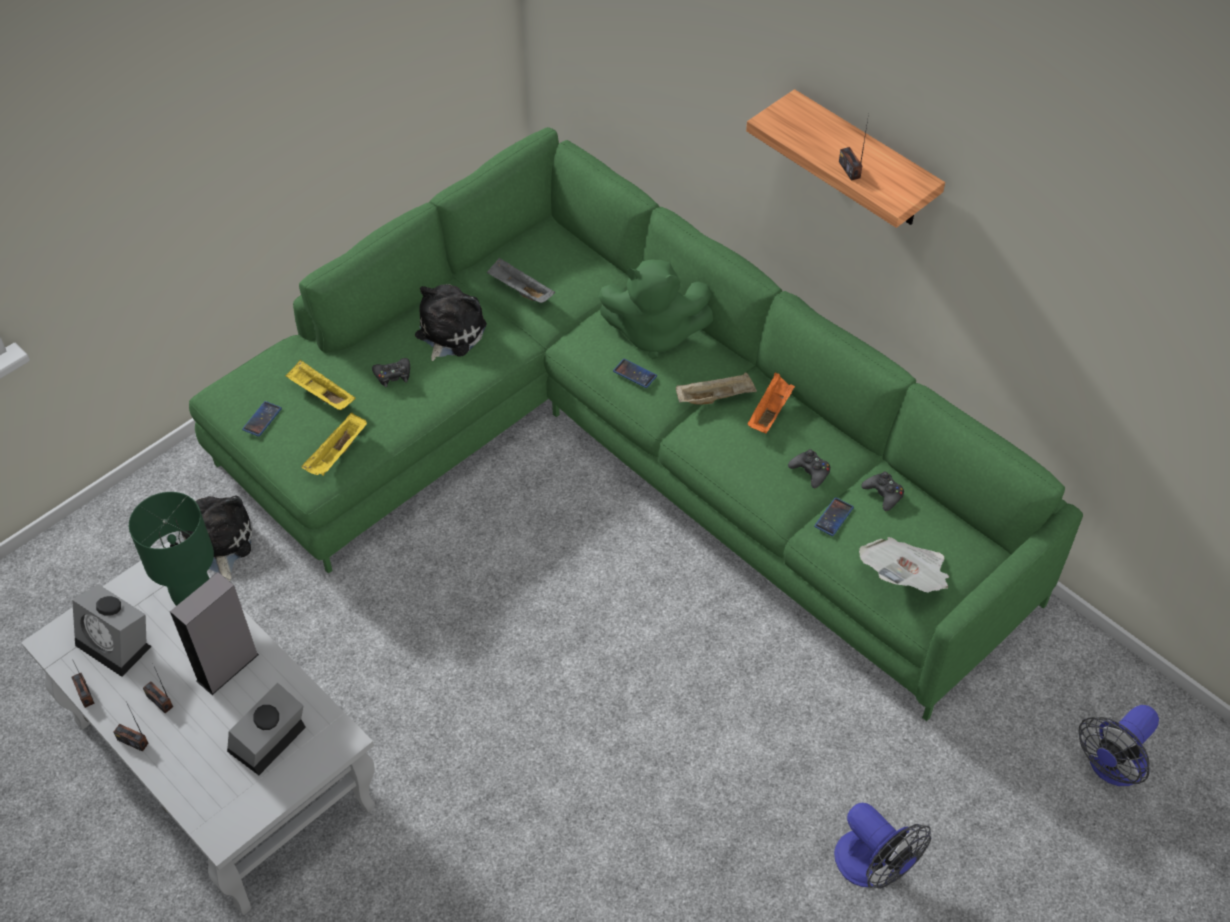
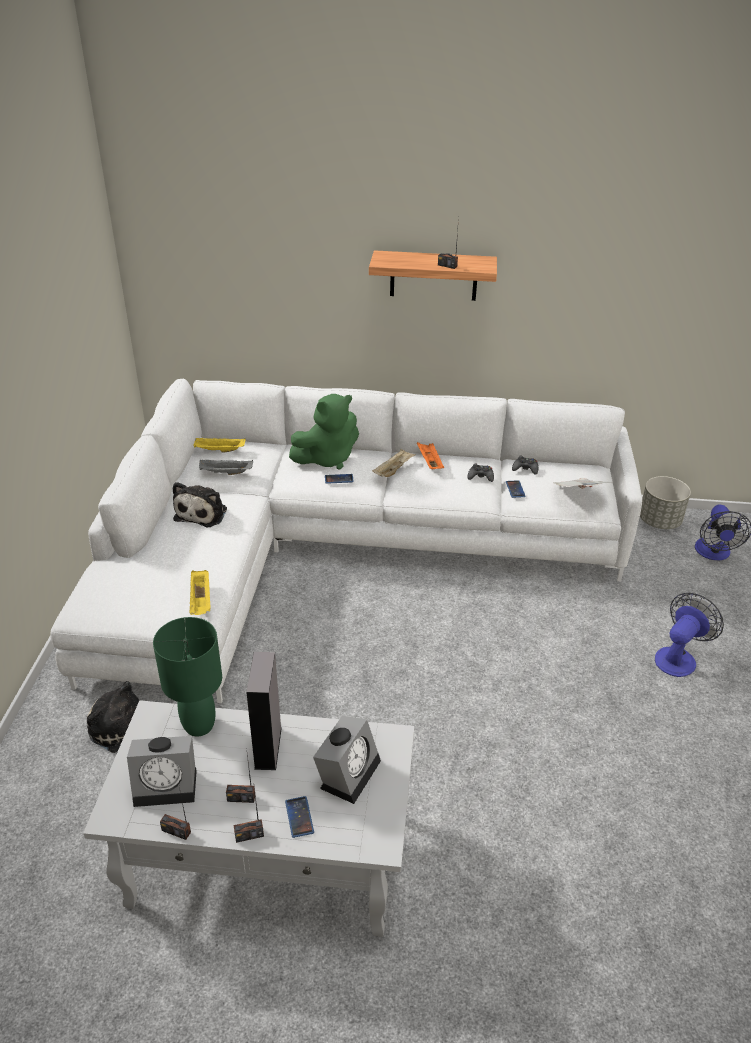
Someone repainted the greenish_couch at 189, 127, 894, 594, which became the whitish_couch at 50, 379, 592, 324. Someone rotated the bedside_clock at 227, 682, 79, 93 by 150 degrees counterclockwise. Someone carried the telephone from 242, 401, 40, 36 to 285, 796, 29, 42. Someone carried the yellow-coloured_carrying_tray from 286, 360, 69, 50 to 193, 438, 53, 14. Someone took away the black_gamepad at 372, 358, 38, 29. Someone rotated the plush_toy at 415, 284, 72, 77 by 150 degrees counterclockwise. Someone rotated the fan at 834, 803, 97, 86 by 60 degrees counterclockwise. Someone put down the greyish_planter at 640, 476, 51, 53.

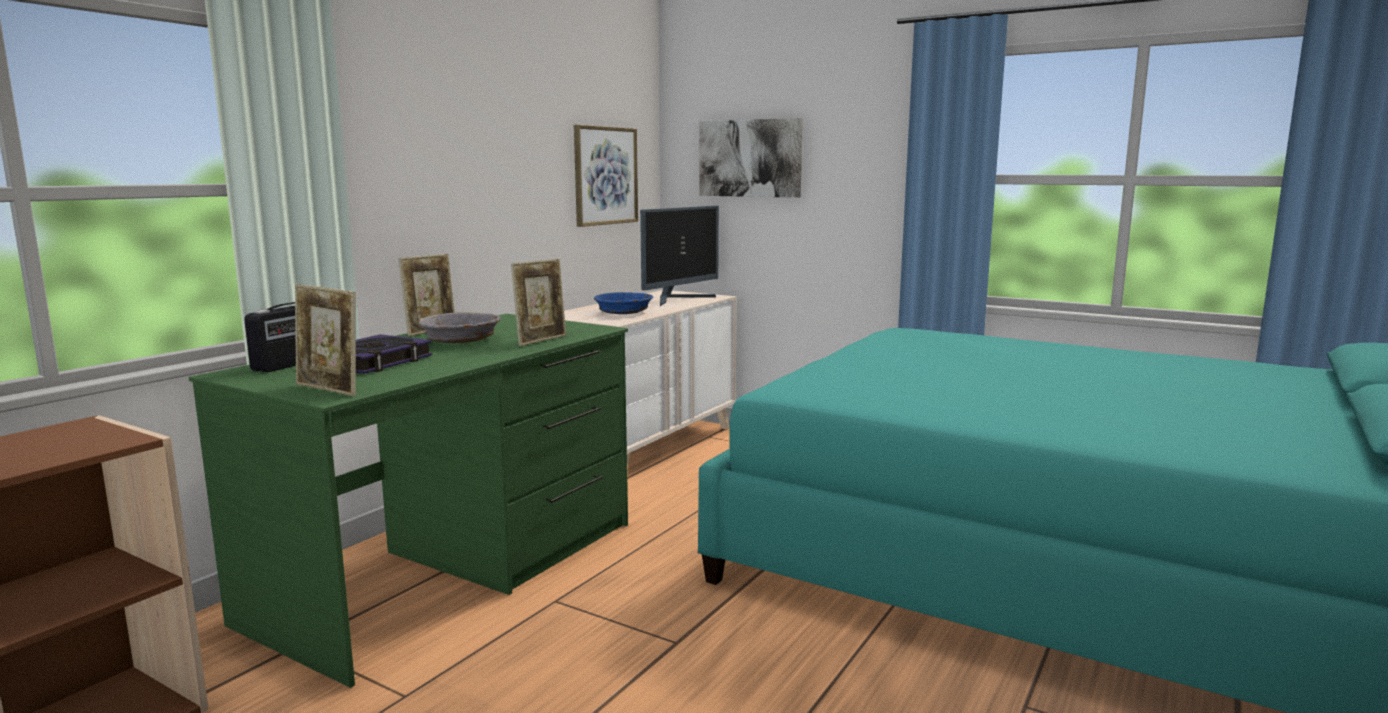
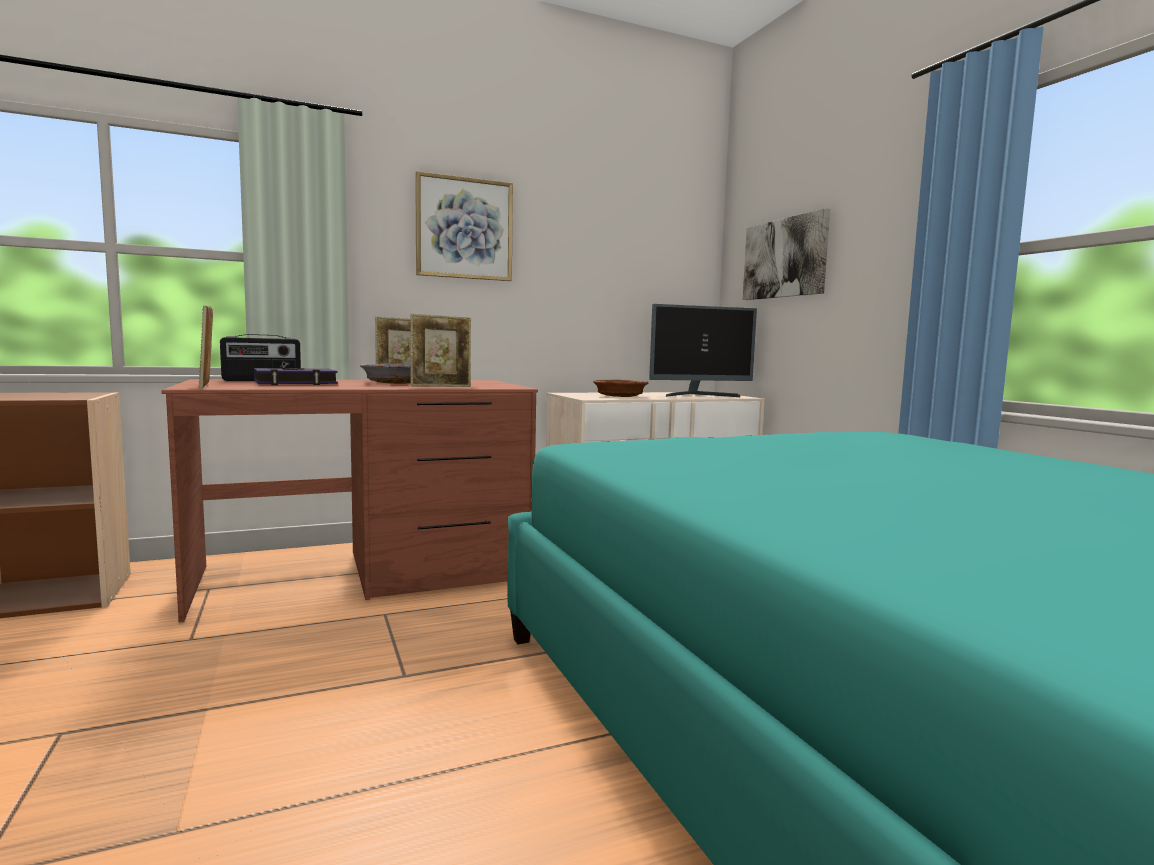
Someone repainted the greenish_desk_table at 189, 314, 439, 374, which became the brown_desk_table at 161, 379, 377, 244. Someone carried the wall_picture from 574, 125, 64, 102 to 415, 171, 98, 110. Someone repainted the blue-coloured_deep_dish at 594, 292, 59, 22, which became the brown_deep_dish at 593, 379, 55, 18.

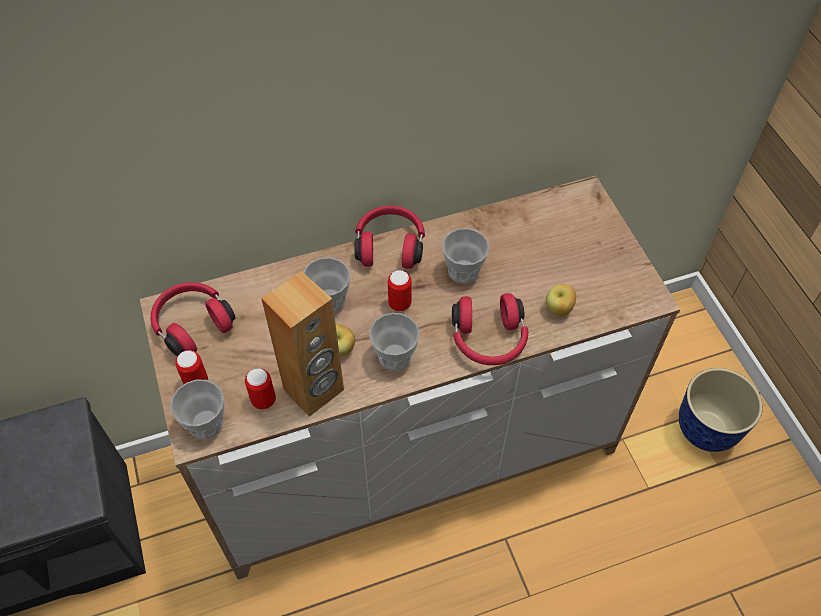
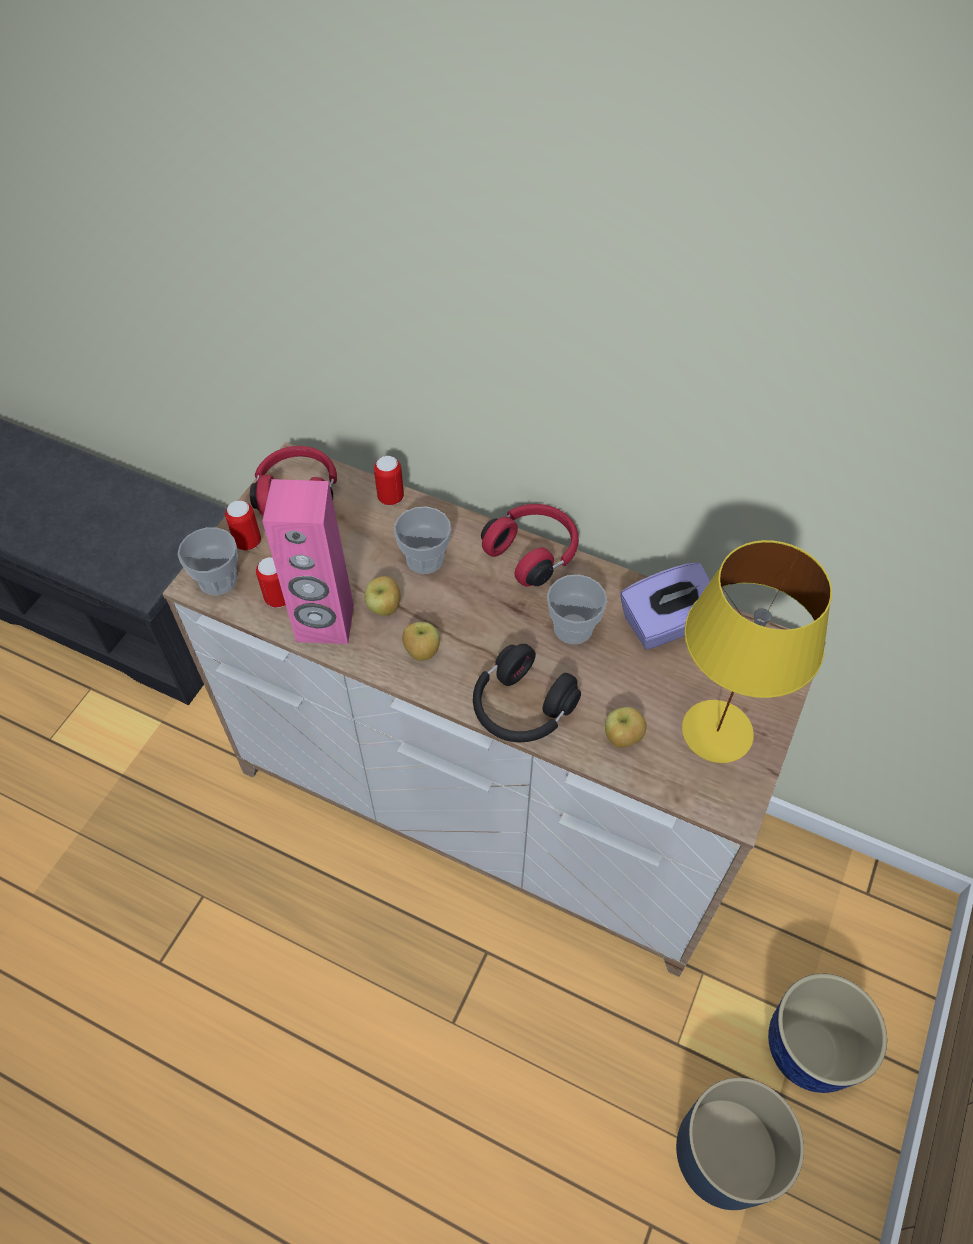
Someone repainted the brown_loudspeaker at 261, 271, 83, 146, which became the pinkish_loudspeaker at 262, 479, 92, 165. Someone swapped the small_cup at 369, 313, 51, 58 for the apple_fruit at 402, 622, 38, 39. Someone carried the sealed_can from 388, 270, 24, 41 to 374, 456, 30, 49. Someone repainted the red-coloured_headset at 452, 293, 76, 72, which became the black_headset at 473, 644, 108, 98. Someone put down the purple_tissue_box at 620, 562, 90, 88. Someone put down the blue-coloured_planter at 676, 1078, 128, 132. Someone put down the yellow-coloured_tabletop_lamp at 682, 540, 150, 223.

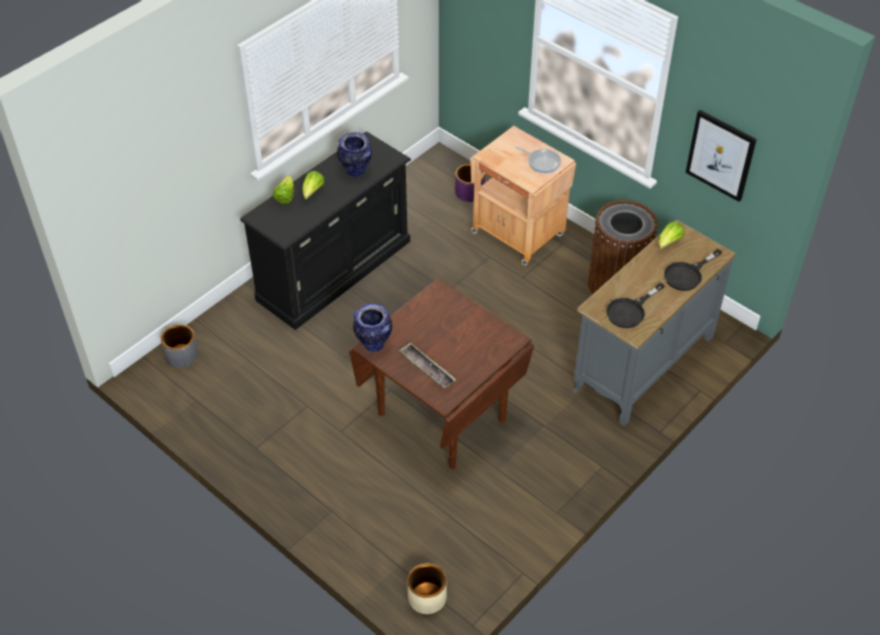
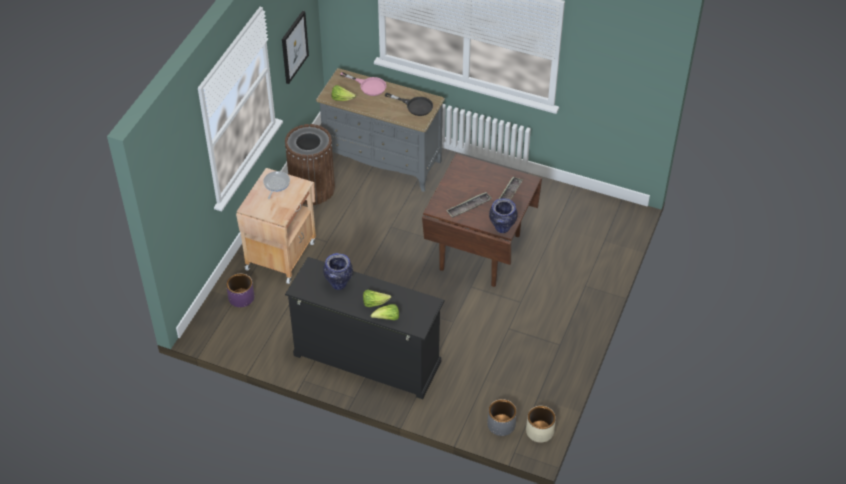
Someone carried the sand-coloured_planter from 407, 563, 40, 51 to 526, 406, 30, 37. Someone repainted the black_pan at 664, 249, 58, 42, which became the pinkish_pan at 340, 72, 46, 24. Someone put down the carrying_tray at 446, 192, 46, 26.

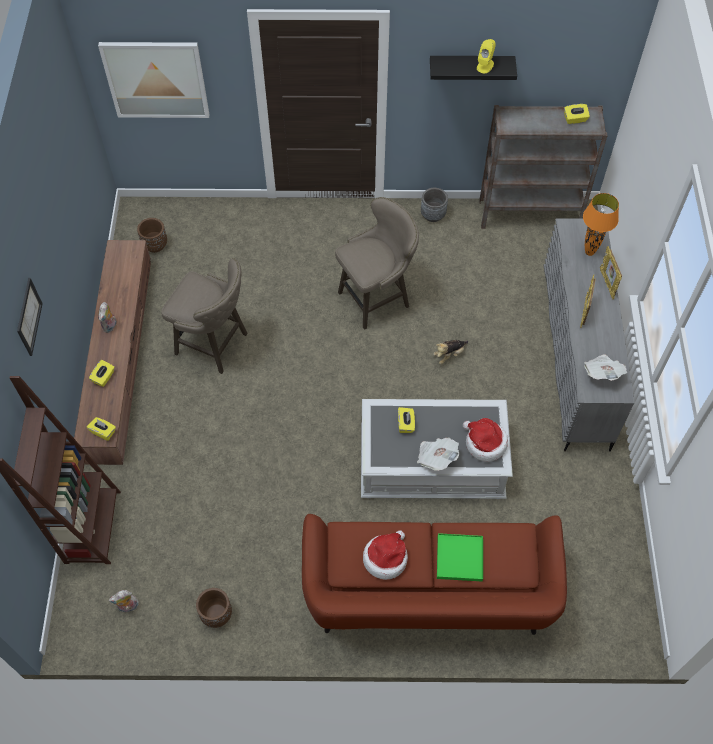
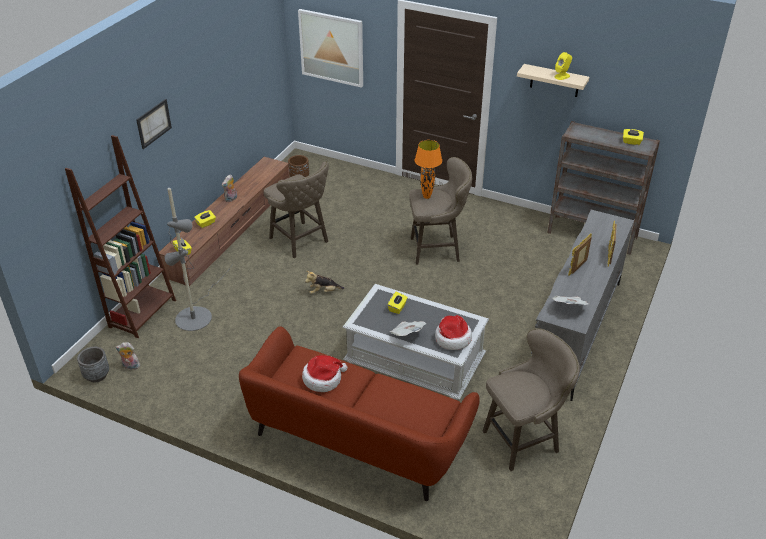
Someone took away the brown_planter at 196, 588, 36, 40. Someone carried the greyish_planter from 421, 188, 27, 34 to 77, 347, 32, 36. Someone repainted the black_wall_shelf at 430, 56, 87, 24, which became the sand-coloured_wall_shelf at 517, 64, 72, 33. Someone carried the plush_toy from 433, 340, 35, 25 to 305, 271, 39, 23. Someone took away the greenish_carrying_tray at 437, 533, 46, 48. Someone carried the orange_tabletop_lamp from 583, 193, 36, 63 to 415, 140, 27, 59. Someone put down the greyish_standing_lamp at 165, 188, 68, 143. Someone put down the sand-coloured_stool_seat at 483, 328, 97, 143.

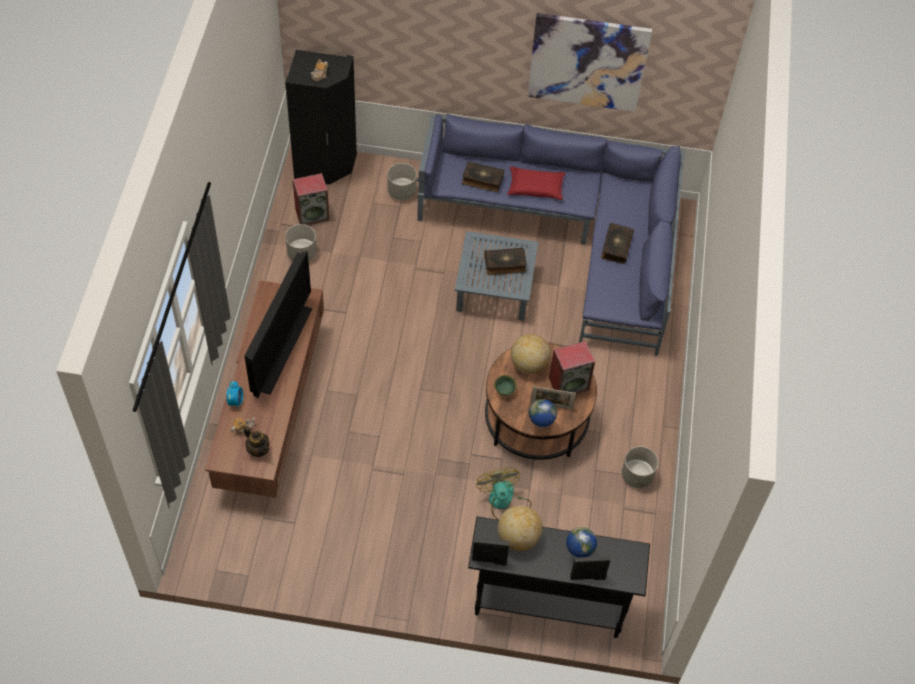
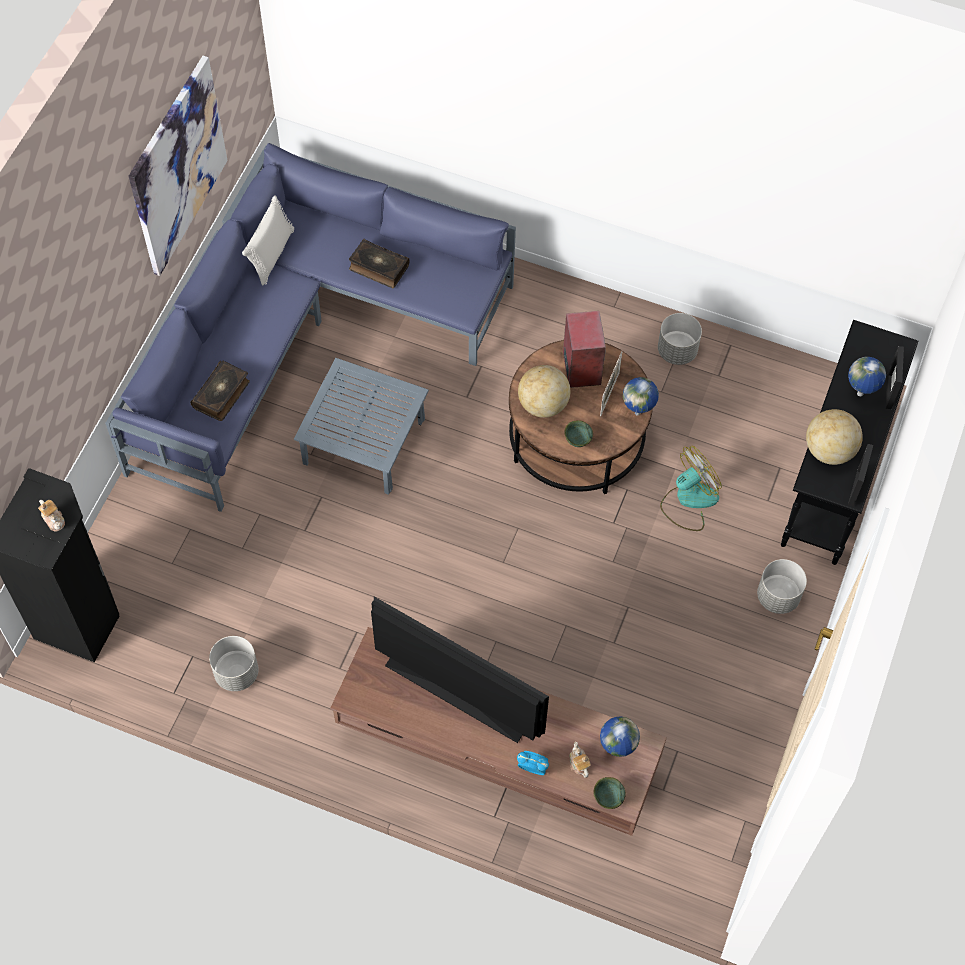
Someone swapped the pot_for_tea at 244, 426, 25, 31 for the globe at 600, 716, 40, 41. Someone took away the loudspeaker at 293, 173, 36, 52. Someone carried the greyish_planter from 387, 163, 30, 37 to 757, 559, 50, 55. Someone rotated the fan at 476, 467, 55, 53 by 150 degrees clockwise. Someone took away the volume at 484, 248, 43, 27. Someone took away the red-coloured_pillow at 507, 167, 58, 33. Someone put down the whitish_pillow at 242, 195, 52, 90. Someone put down the greenish_deep_dish at 593, 777, 33, 32.

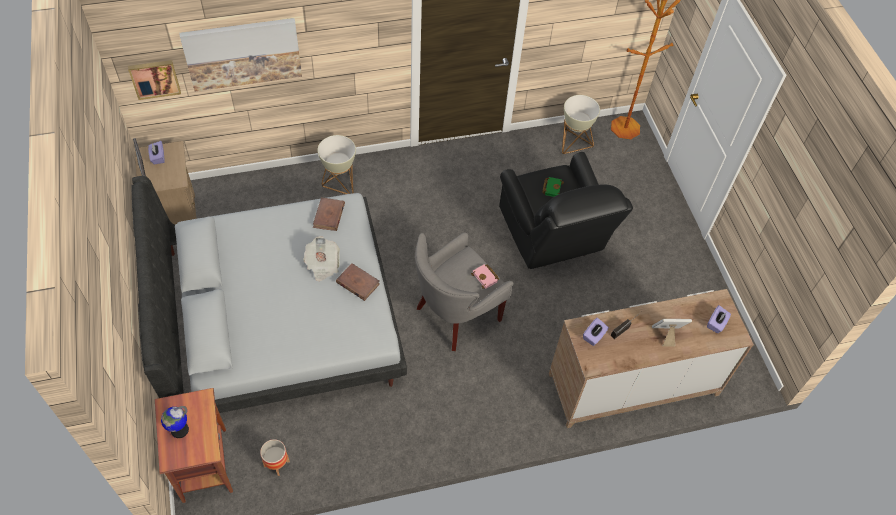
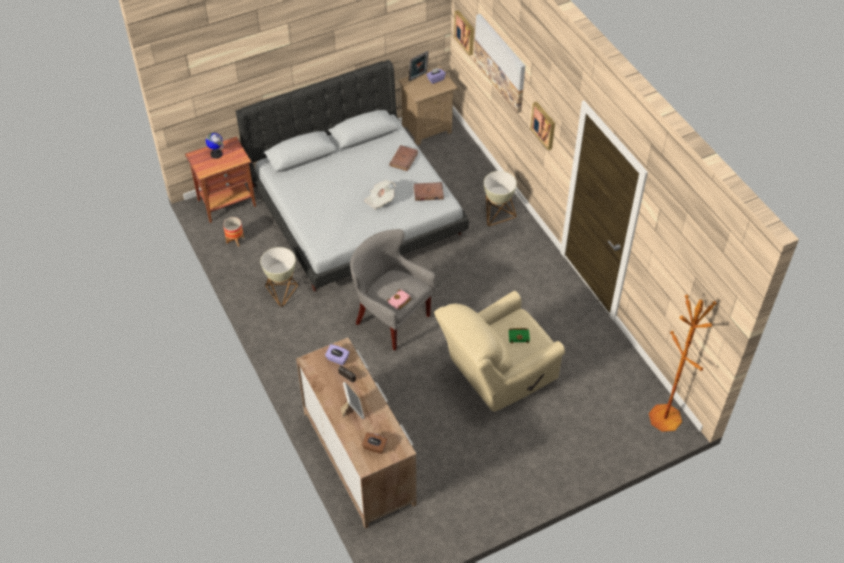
Someone carried the brown_volume from 336, 263, 44, 38 to 389, 145, 29, 26. Someone repainted the black_easy_chair at 499, 152, 134, 117, which became the sand-coloured_easy_chair at 434, 291, 131, 121. Someone carried the planter from 562, 95, 38, 59 to 260, 247, 38, 60. Someone repainted the purple_tissue_box at 707, 305, 24, 28, which became the brown_tissue_box at 362, 432, 26, 22. Someone put up the wall_picture at 530, 102, 25, 48.

